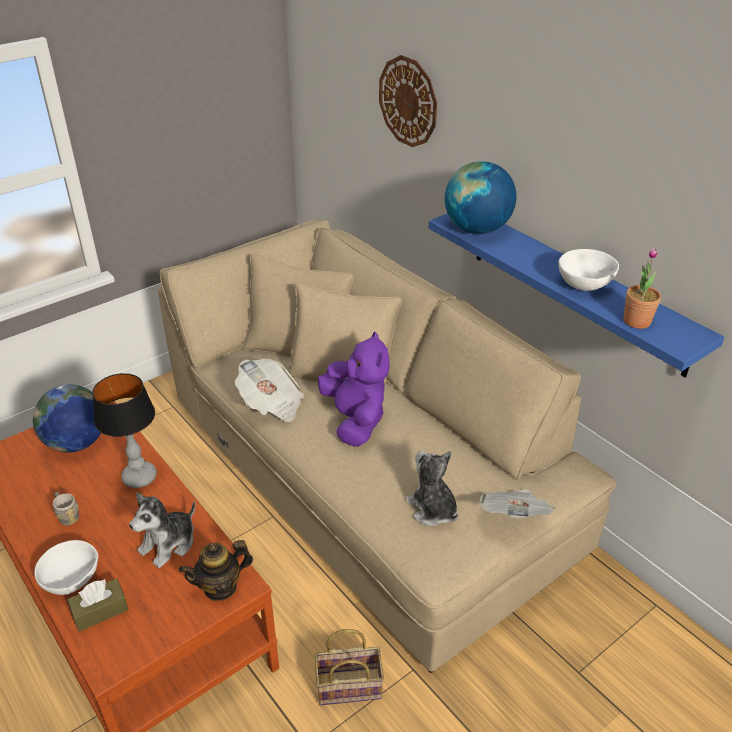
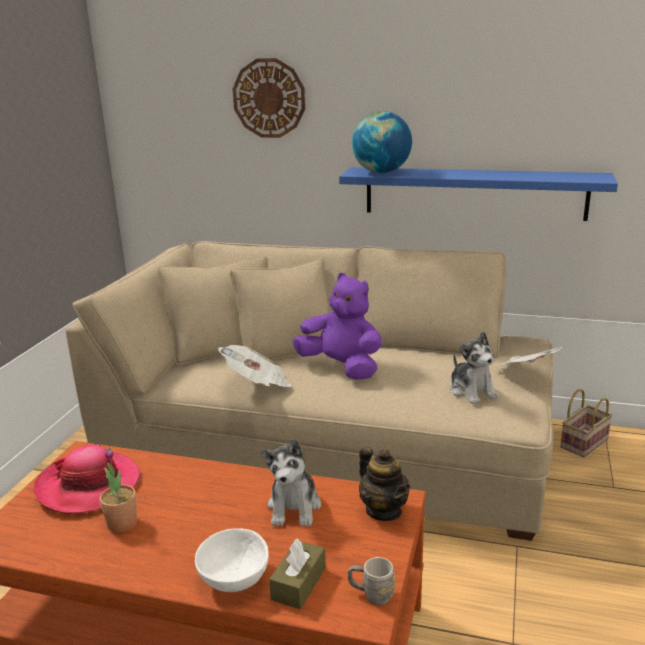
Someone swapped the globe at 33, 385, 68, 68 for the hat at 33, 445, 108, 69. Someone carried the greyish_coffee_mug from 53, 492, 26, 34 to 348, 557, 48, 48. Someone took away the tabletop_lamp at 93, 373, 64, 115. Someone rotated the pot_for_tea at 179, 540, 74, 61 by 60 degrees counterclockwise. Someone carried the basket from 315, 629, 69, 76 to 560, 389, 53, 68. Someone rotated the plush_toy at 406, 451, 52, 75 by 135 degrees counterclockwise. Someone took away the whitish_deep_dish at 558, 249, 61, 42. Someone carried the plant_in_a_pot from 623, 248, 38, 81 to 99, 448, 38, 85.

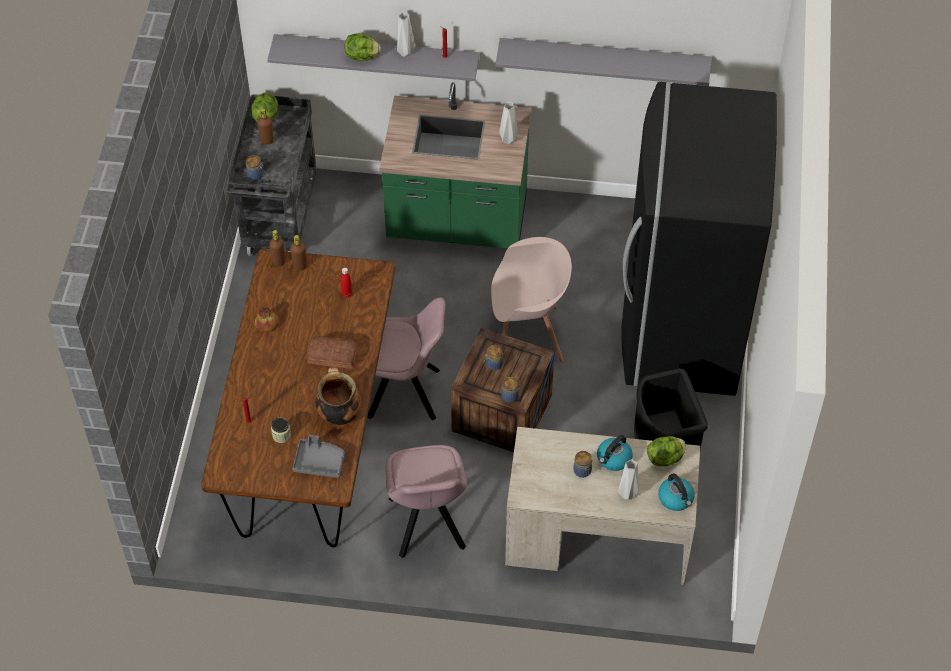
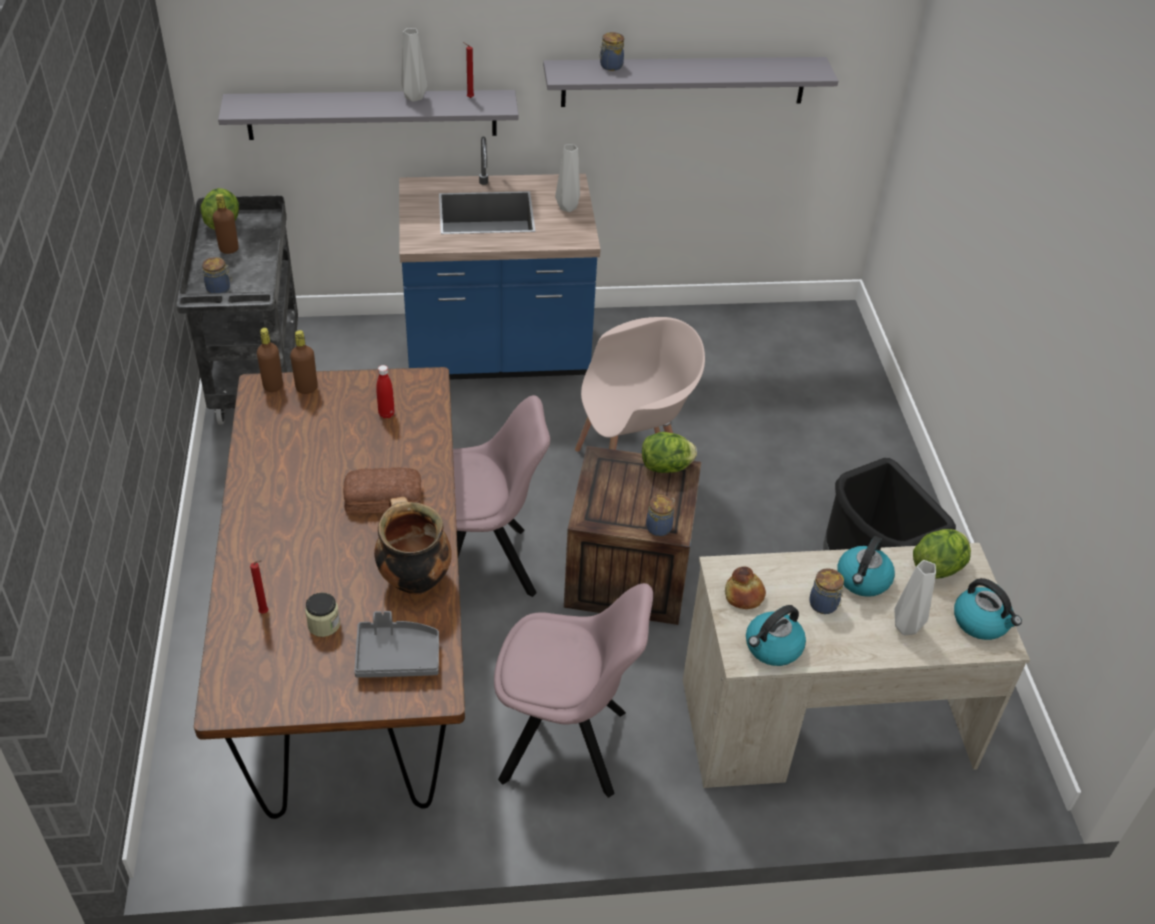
Someone carried the bread from 255, 307, 24, 25 to 725, 567, 41, 42. Someone carried the lettuce_head from 345, 33, 36, 28 to 642, 432, 55, 41. Someone repainted the greenish_kitchen_counter at 380, 82, 151, 167, which became the blue-coloured_kitchen_counter at 399, 137, 201, 243. Someone rotated the pinkish_upright_chair at 386, 445, 81, 113 by 60 degrees counterclockwise. Someone carried the jar from 484, 345, 19, 25 to 599, 32, 25, 39. Someone took away the black_refrigerator at 621, 82, 156, 314. Someone put down the tea_kettle at 746, 605, 60, 61.

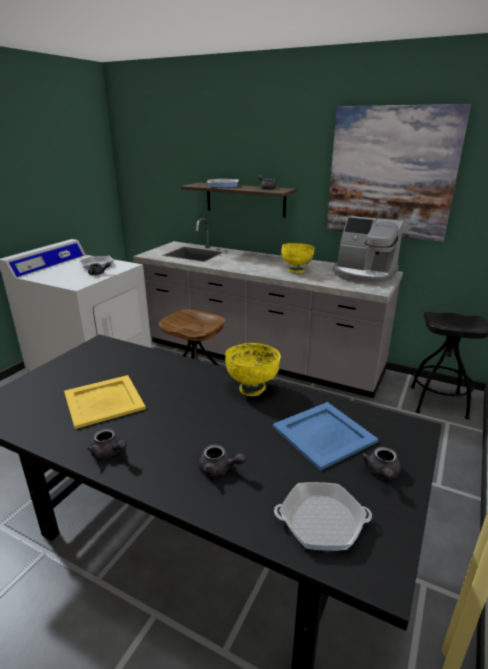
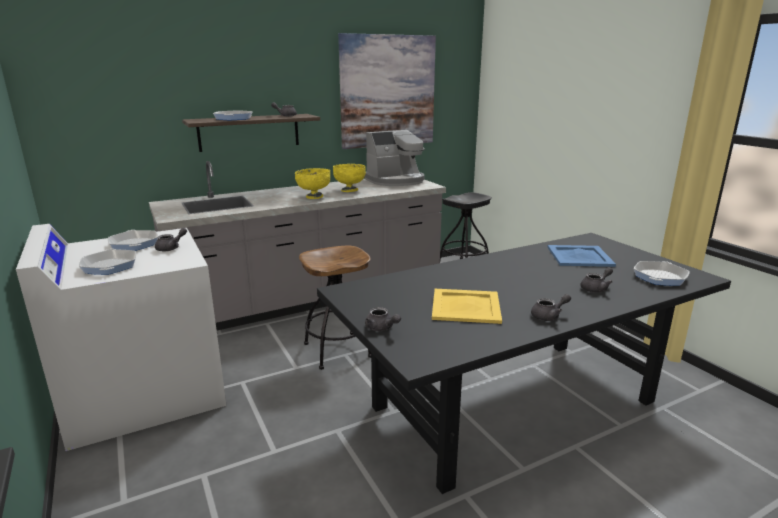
Someone carried the yellow-coloured_deep_dish from 225, 343, 56, 53 to 295, 168, 35, 31. Someone carried the greyish_pot_for_tea from 361, 447, 40, 32 to 365, 307, 36, 24. Someone put down the pan at 79, 249, 57, 26.

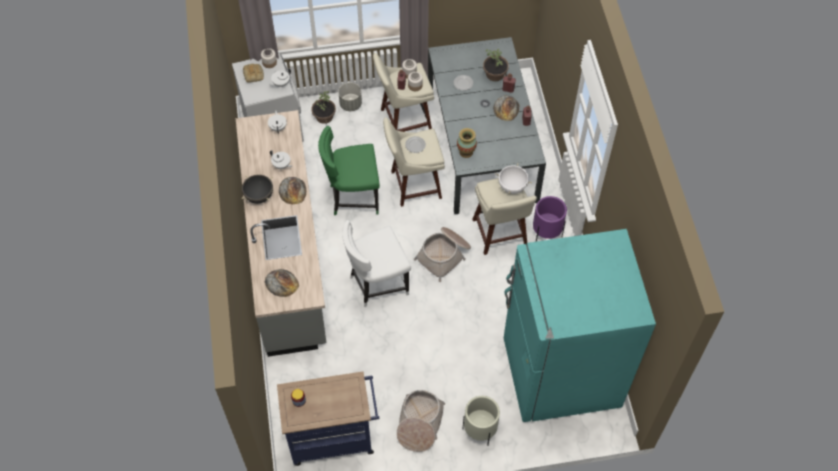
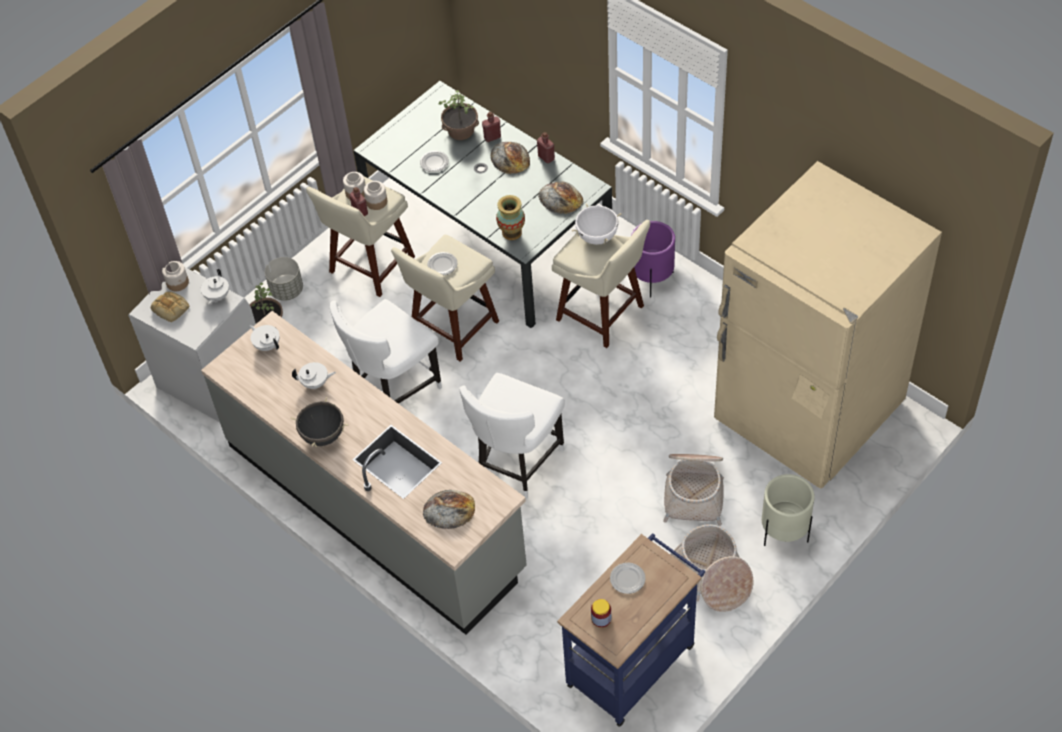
Someone carried the bread from 279, 177, 28, 27 to 538, 182, 45, 32. Someone repainted the greenish_upright_chair at 318, 126, 62, 89, which became the whitish_upright_chair at 330, 299, 112, 105. Someone carried the basket from 414, 227, 57, 55 to 663, 454, 61, 72. Someone repainted the blue-green_refrigerator at 504, 229, 152, 193, which became the sand-coloured_refrigerator at 714, 161, 228, 327. Someone put down the plate at 610, 562, 35, 32.

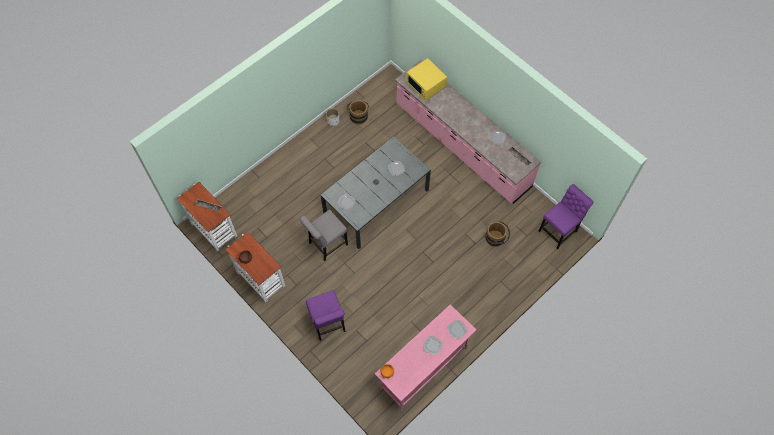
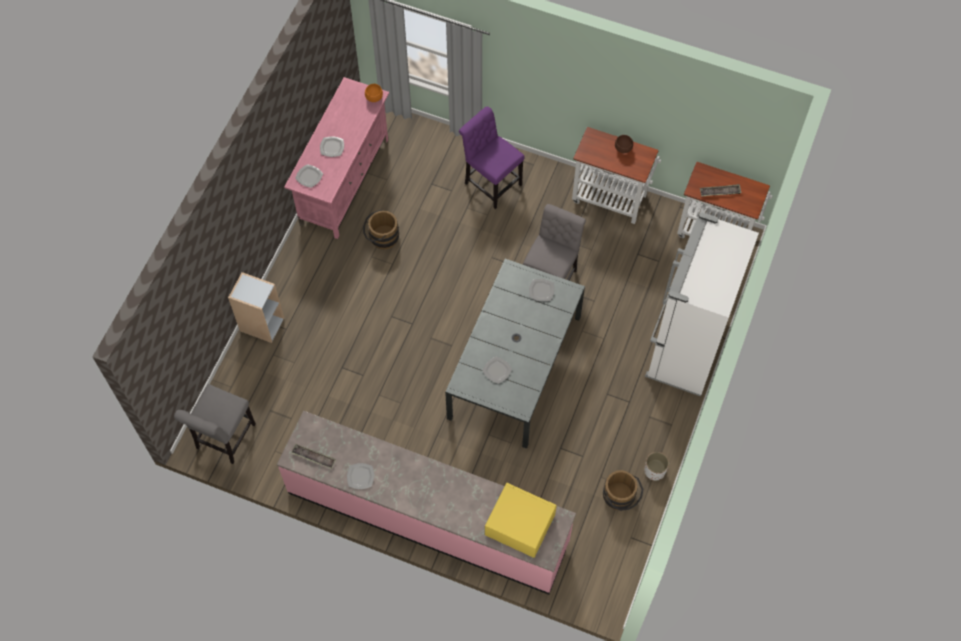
Someone carried the brown_water_bucket from 485, 222, 25, 25 to 363, 209, 36, 41. Someone repainted the purple_upright_chair at 538, 184, 56, 65, which became the greyish_upright_chair at 174, 384, 82, 80. Someone put down the bookcase at 228, 272, 56, 71. Someone put down the whitish_refrigerator at 645, 212, 114, 185.

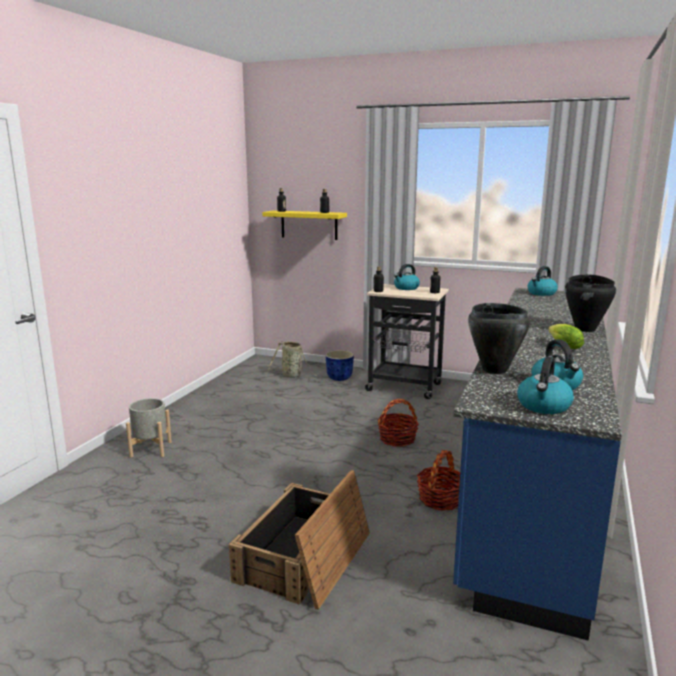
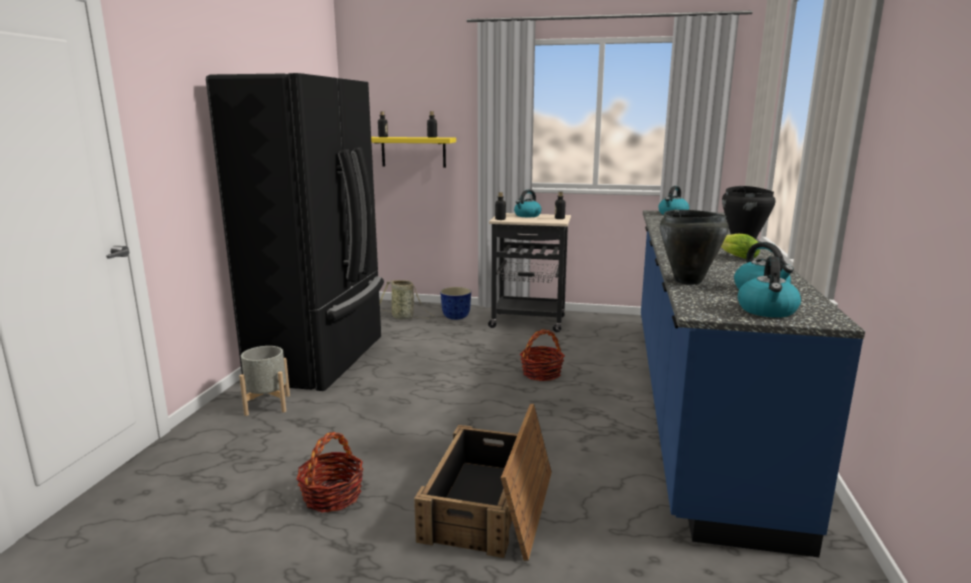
Someone carried the basket from 417, 450, 43, 61 to 297, 432, 67, 81. Someone put down the black_refrigerator at 206, 73, 178, 318.

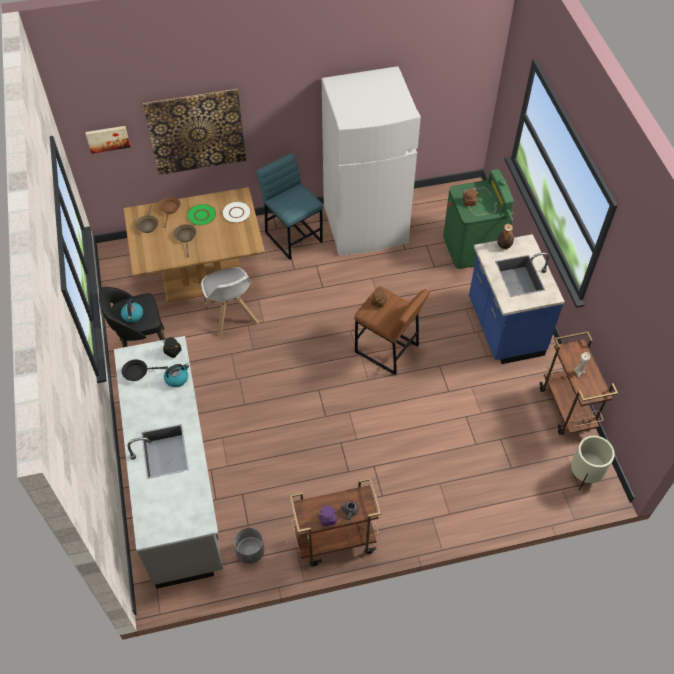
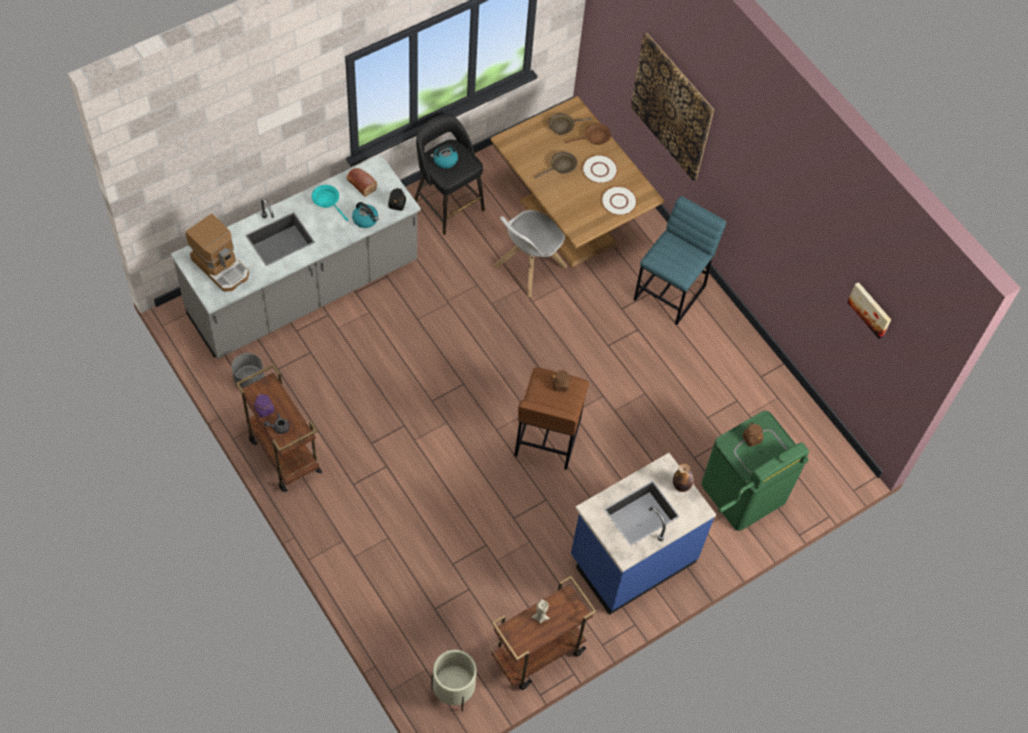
Someone carried the wall_picture from 85, 126, 46, 28 to 847, 282, 44, 57. Someone swapped the black_pan at 122, 359, 46, 22 for the bread at 346, 168, 31, 29. Someone repainted the greenish_plate at 187, 204, 29, 22, which became the whitish_plate at 582, 155, 36, 29. Someone took away the whitish_refrigerator at 322, 66, 99, 189. Someone put down the coffee_brewer at 185, 214, 64, 78. Someone put down the blue-green_pan at 312, 185, 36, 36.

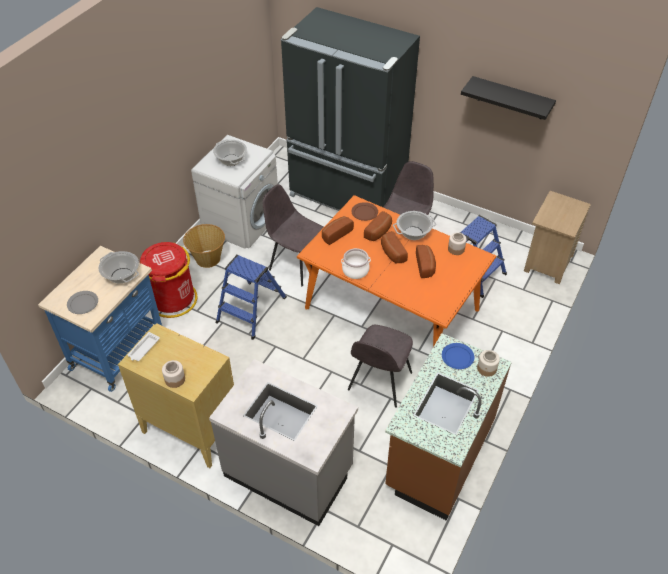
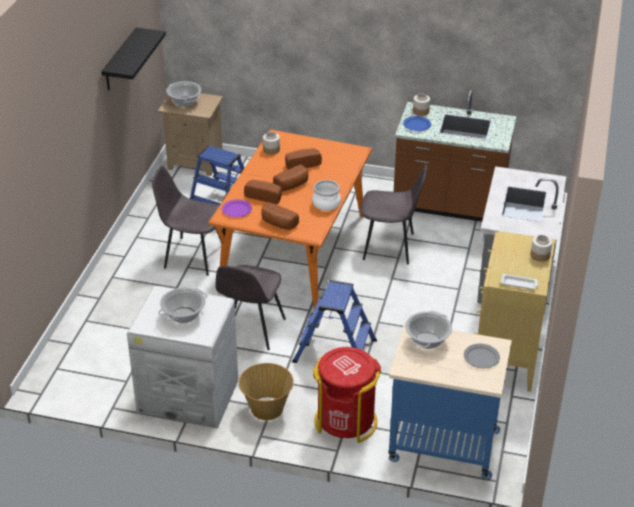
Someone took away the black_refrigerator at 281, 7, 139, 204. Someone repainted the brown_plate at 351, 202, 27, 19, which became the purple_plate at 222, 199, 30, 18. Someone carried the cooking_pot from 393, 211, 43, 29 to 167, 81, 34, 26.

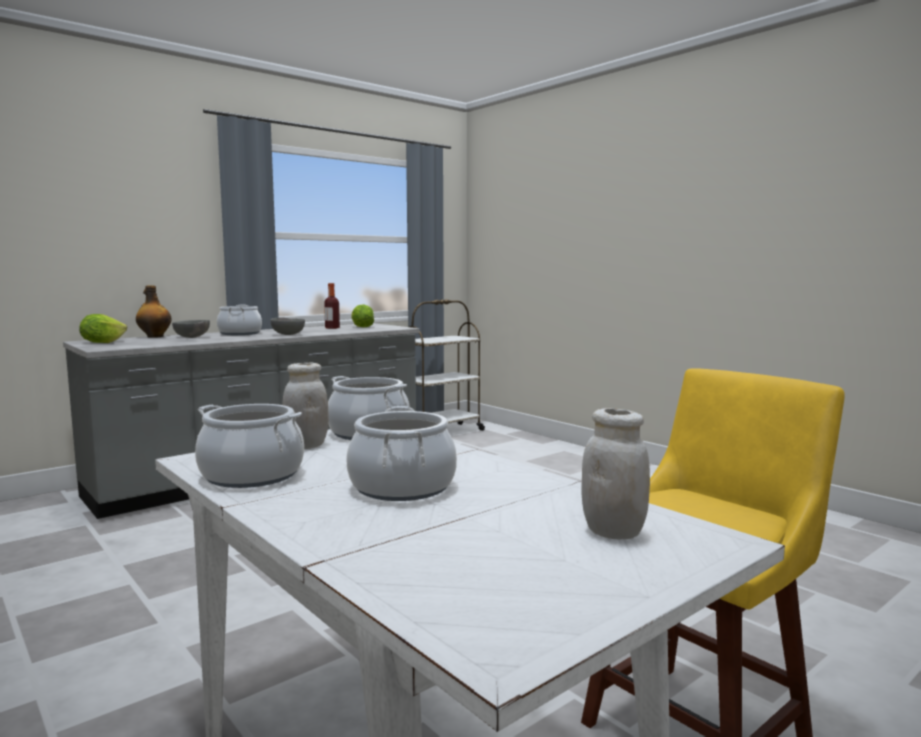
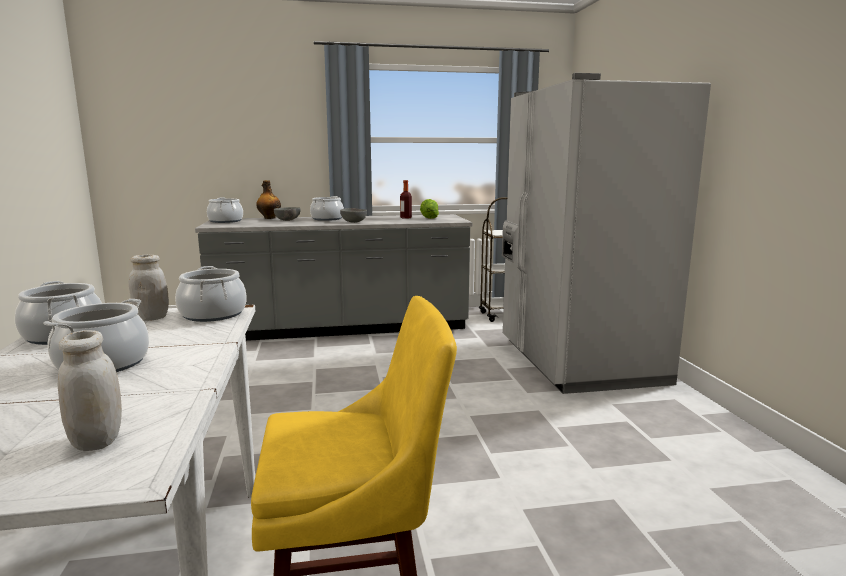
Someone swapped the lettuce_head at 79, 314, 48, 29 for the cooking_pot at 207, 197, 36, 26. Someone put down the whitish_refrigerator at 502, 73, 209, 321.

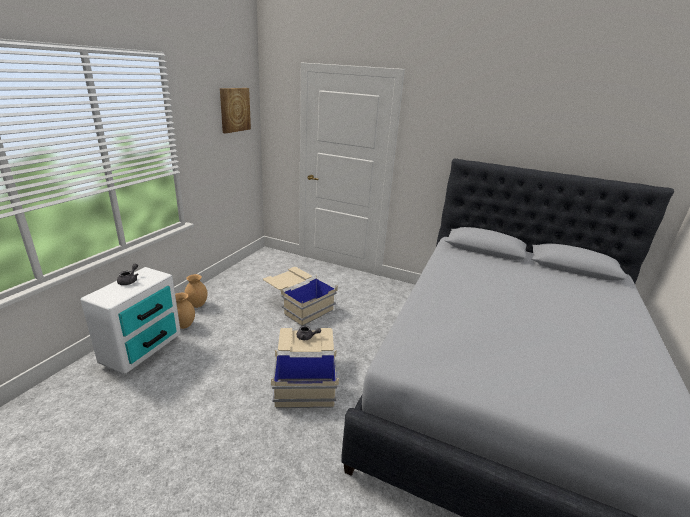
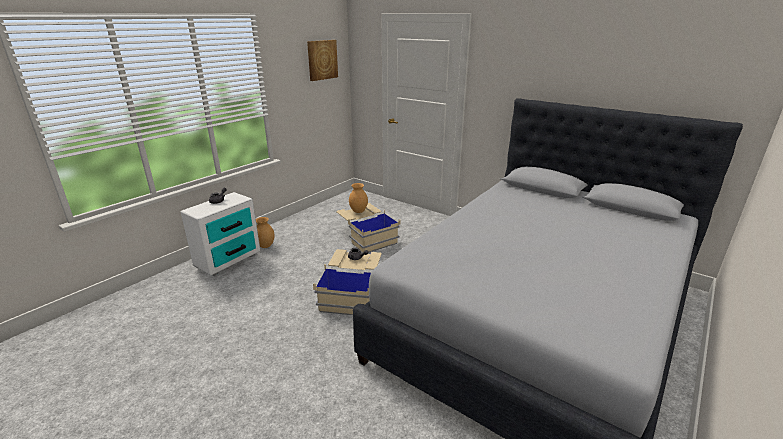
Someone carried the brown_vase from 184, 274, 23, 34 to 349, 183, 19, 30.

